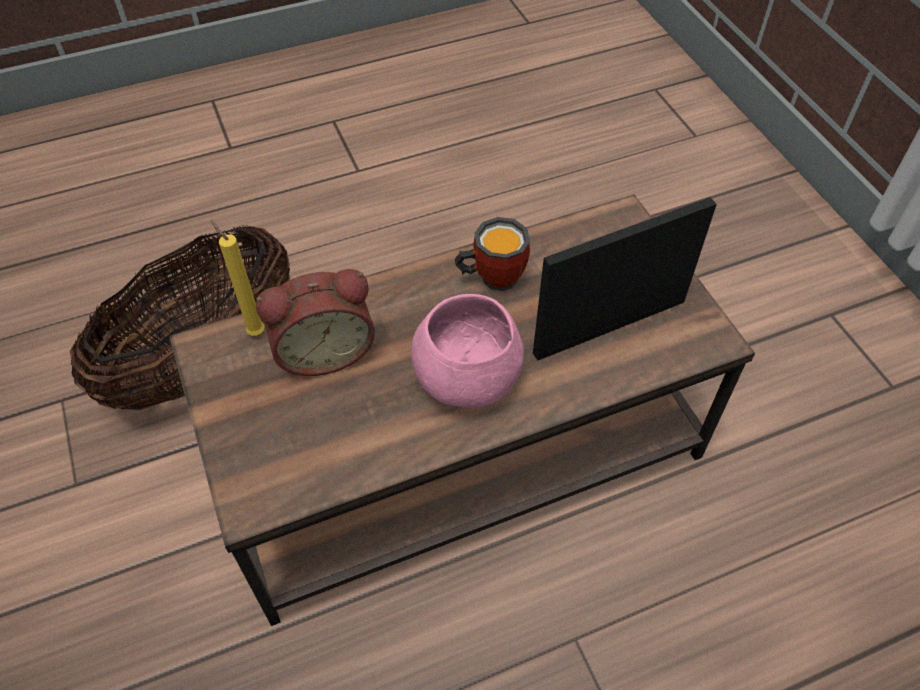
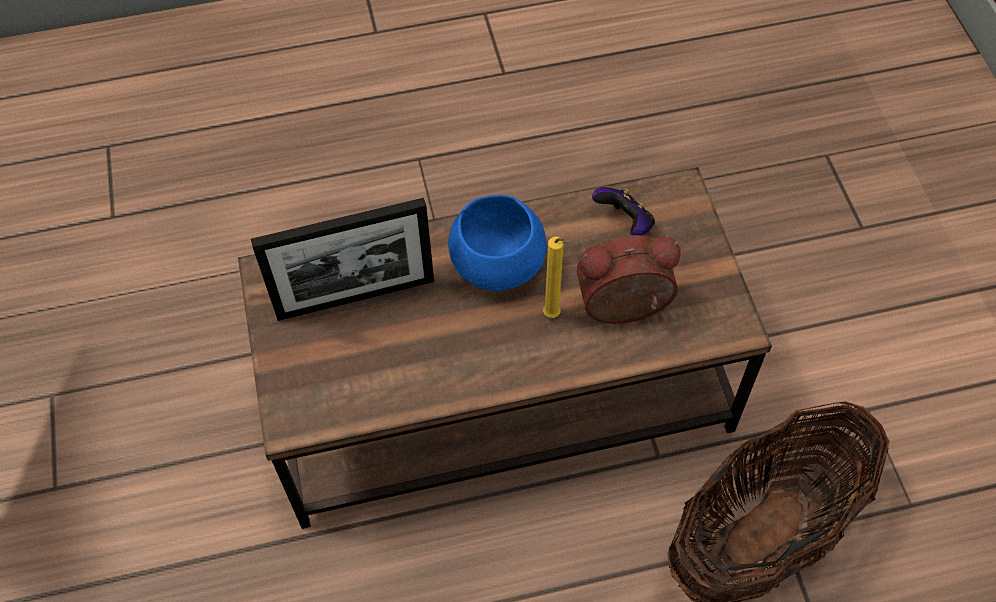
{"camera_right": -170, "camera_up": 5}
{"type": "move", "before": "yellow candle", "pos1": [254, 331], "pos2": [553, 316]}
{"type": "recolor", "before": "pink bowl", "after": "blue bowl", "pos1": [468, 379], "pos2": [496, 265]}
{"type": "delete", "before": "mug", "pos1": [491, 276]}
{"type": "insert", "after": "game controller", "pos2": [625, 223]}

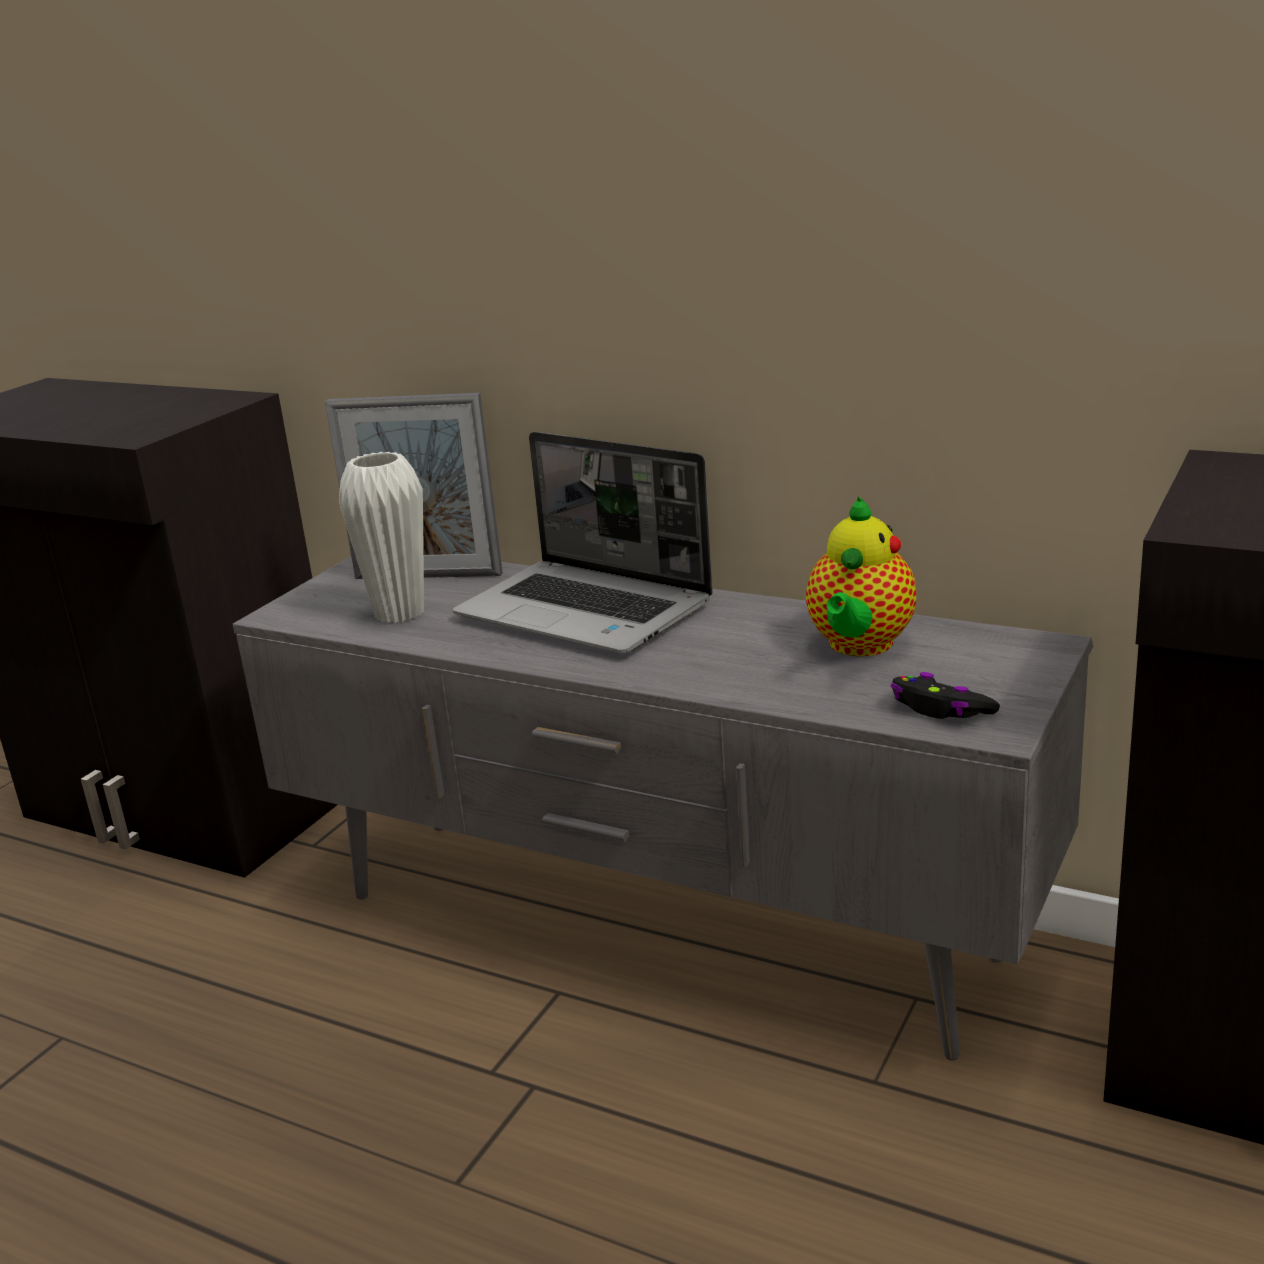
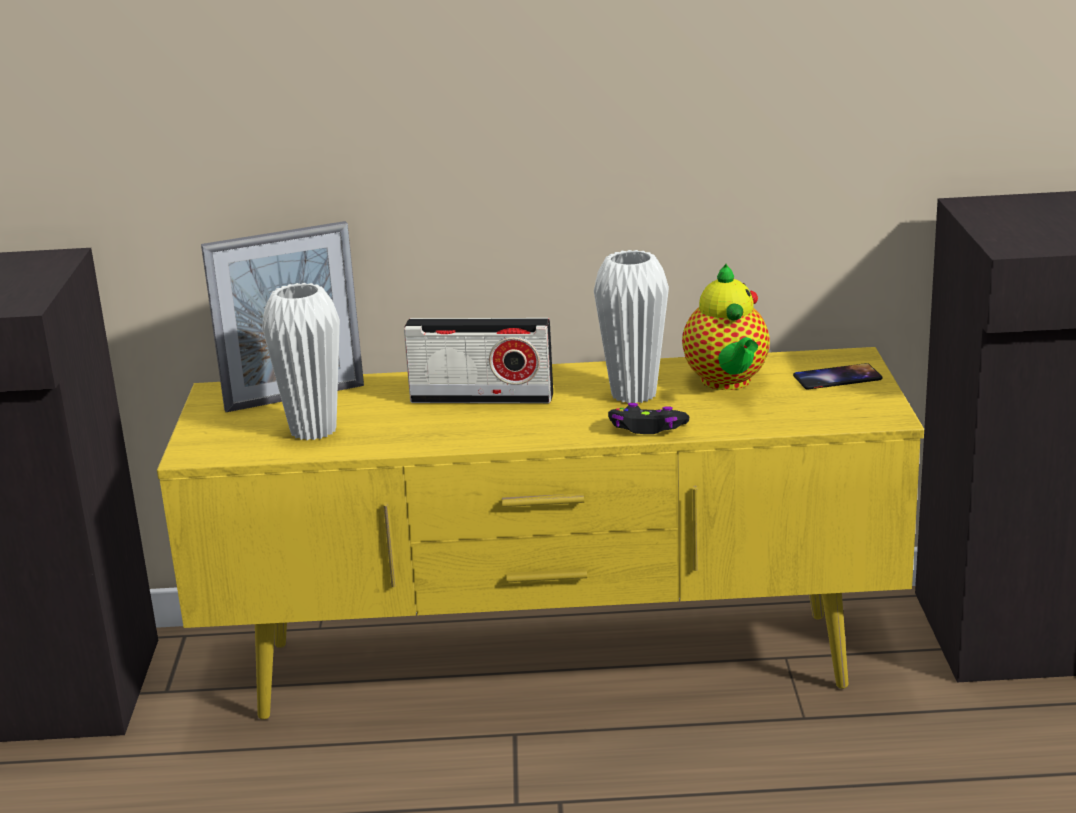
{"camera_right": -30, "camera_up": 0}
{"type": "recolor", "before": "grey tv stand", "after": "yellow tv stand", "pos1": [657, 930], "pos2": [551, 668]}
{"type": "replace", "before": "laptop", "after": "radio", "pos1": [588, 611], "pos2": [482, 398]}
{"type": "move", "before": "black game controller", "pos1": [940, 709], "pos2": [647, 428]}
{"type": "insert", "after": "white vase", "pos2": [633, 394]}
{"type": "insert", "after": "phone", "pos2": [837, 377]}

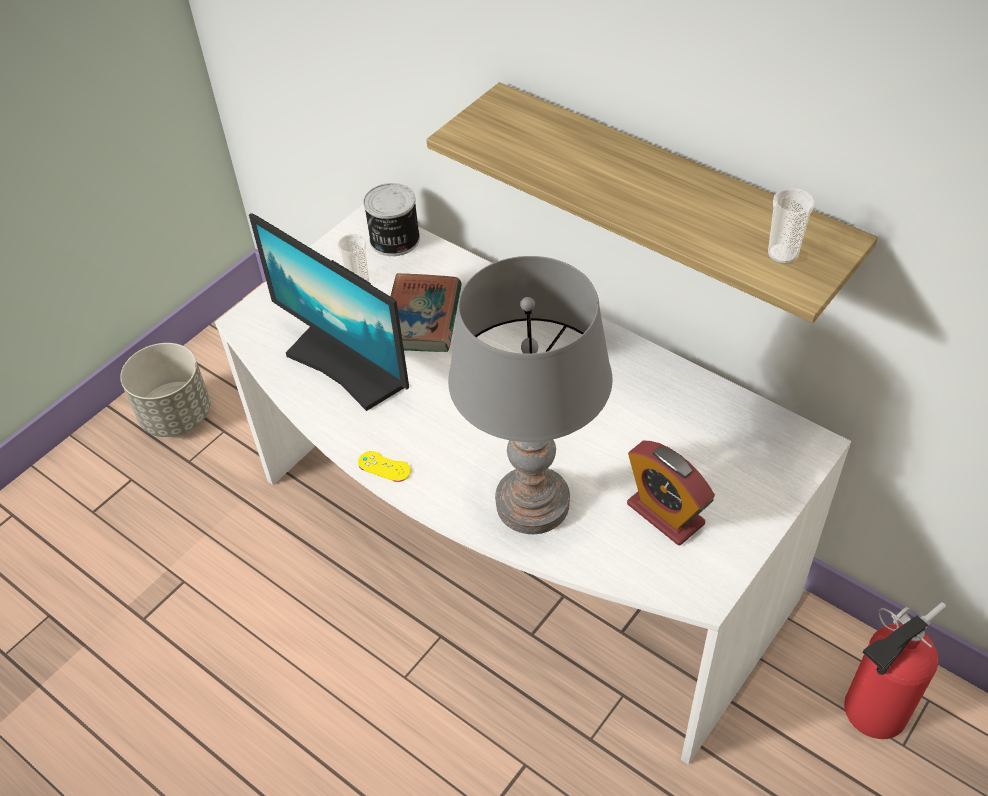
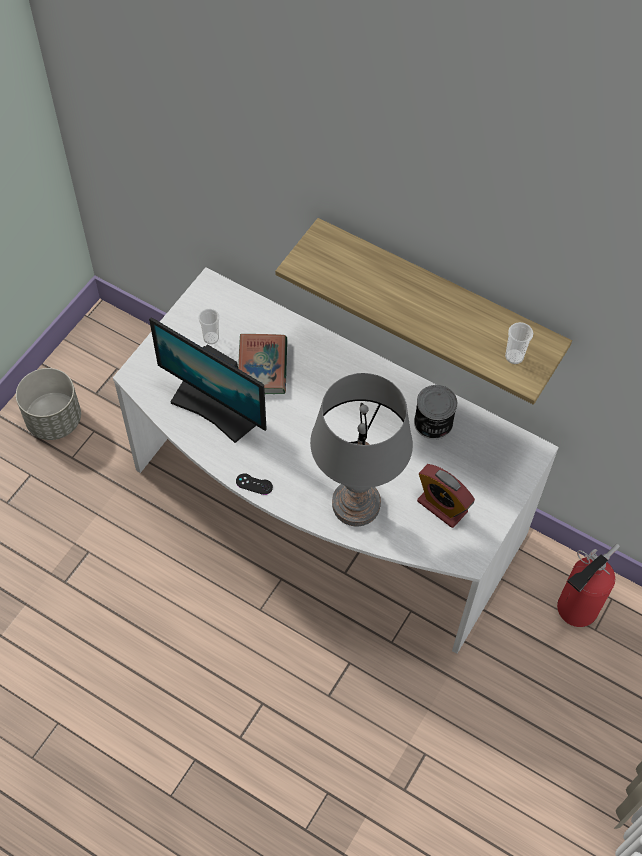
{"camera_right": -10, "camera_up": 10}
{"type": "recolor", "before": "yellow game controller", "after": "black game controller", "pos1": [384, 466], "pos2": [254, 484]}
{"type": "move", "before": "can", "pos1": [394, 240], "pos2": [433, 423]}

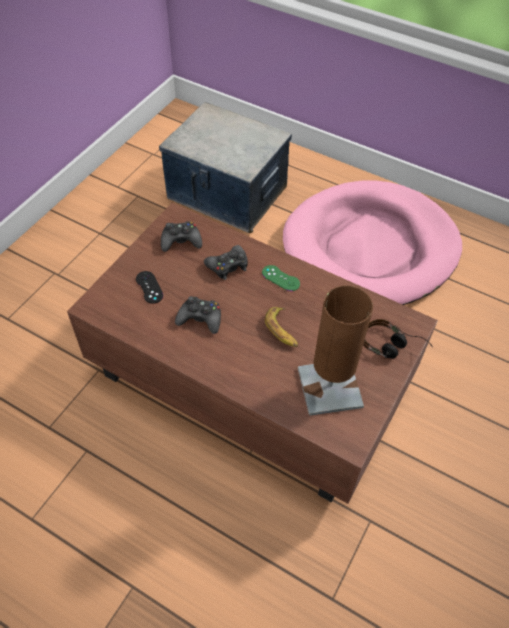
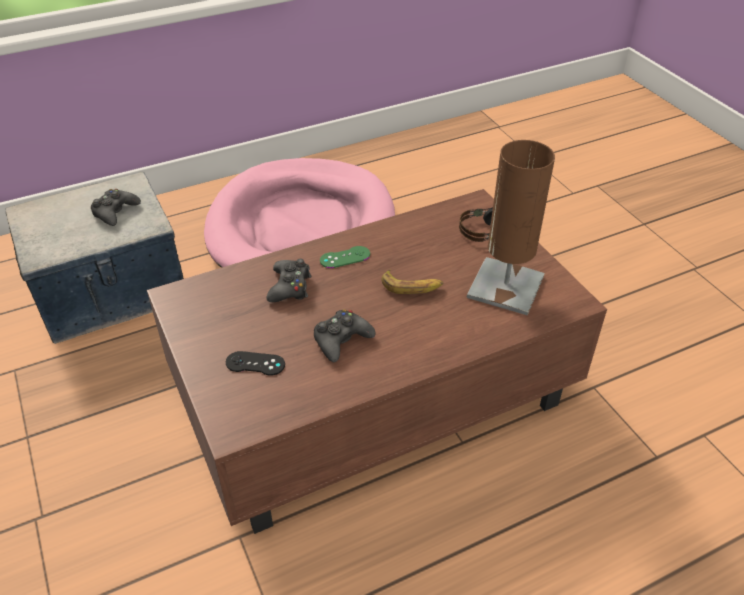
{"camera_right": -55, "camera_up": -10}
{"type": "move", "before": "black game controller", "pos1": [181, 241], "pos2": [115, 212]}

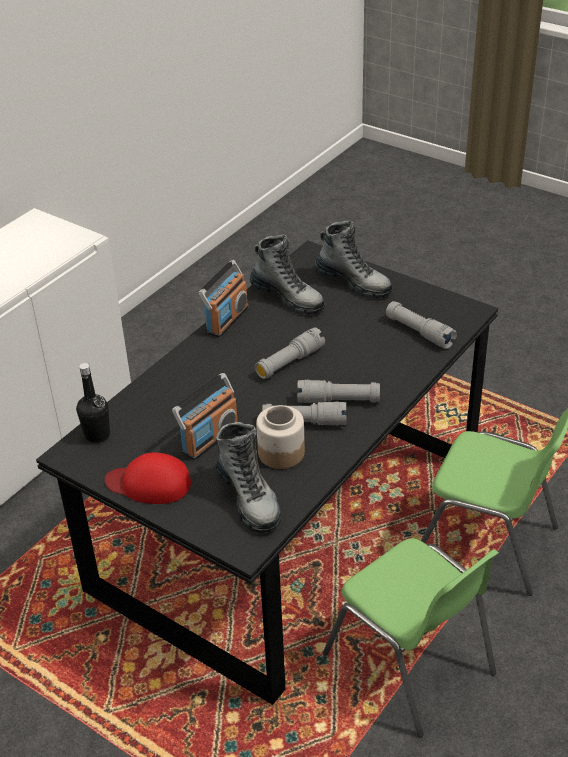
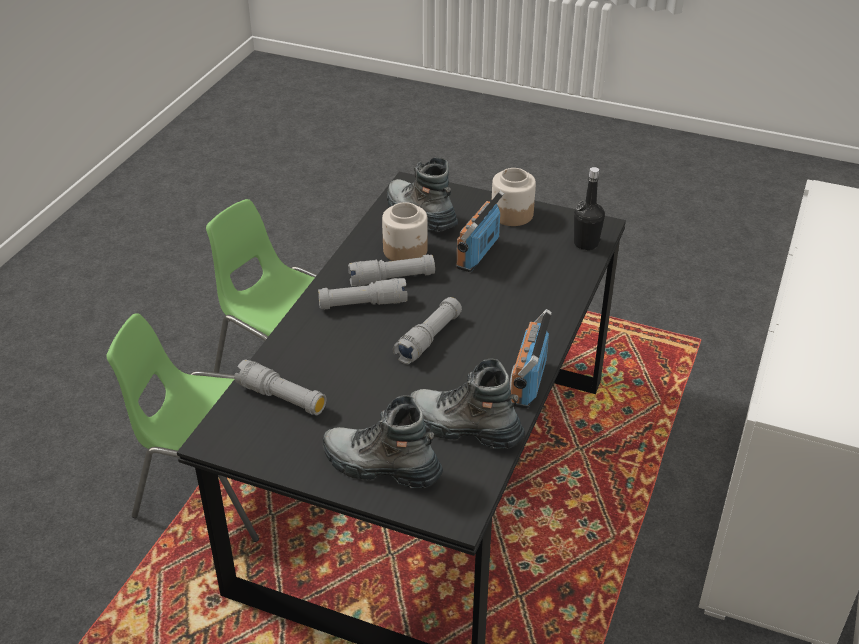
{"camera_right": 165, "camera_up": 0}
{"type": "replace", "before": "red cap", "after": "jar", "pos1": [149, 483], "pos2": [511, 214]}

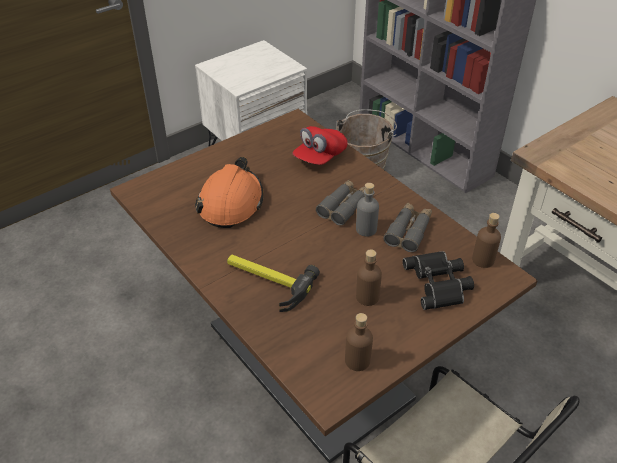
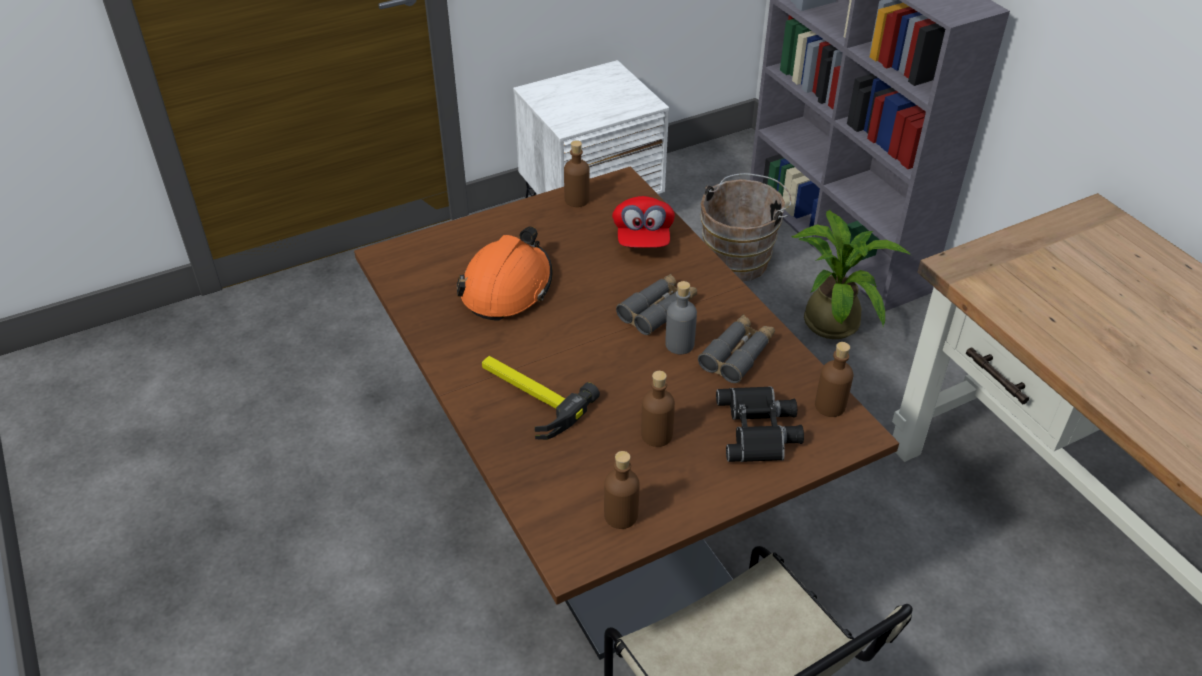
{"camera_right": 10, "camera_up": 0}
{"type": "rotate", "before": "red cap", "pos1": [320, 157], "pos2": [642, 238], "turn": -45}
{"type": "insert", "after": "brown bottle", "pos2": [577, 200]}
{"type": "insert", "after": "potted plant", "pos2": [832, 318]}

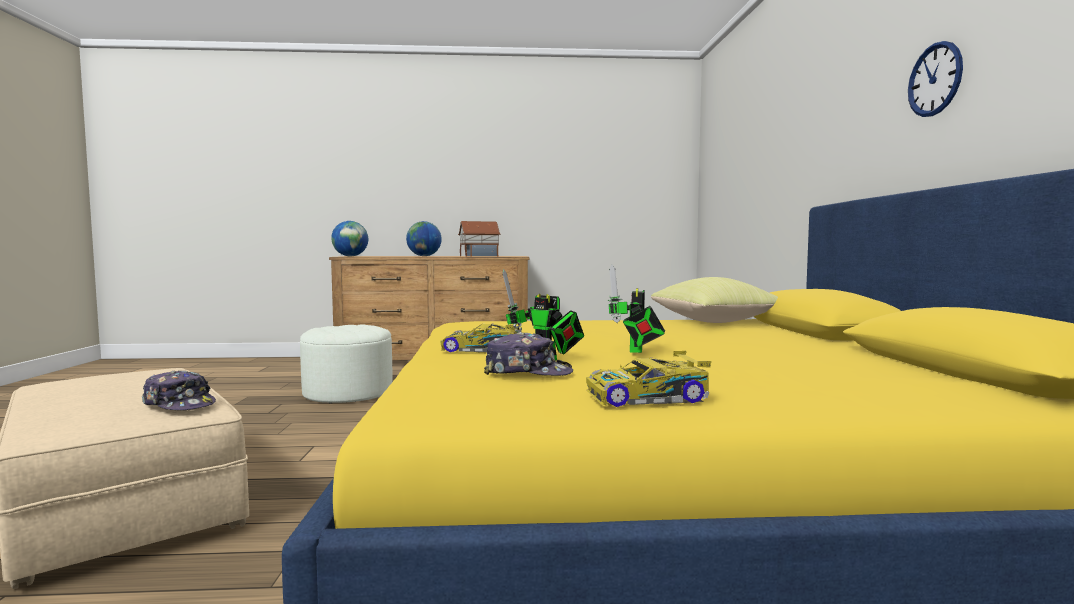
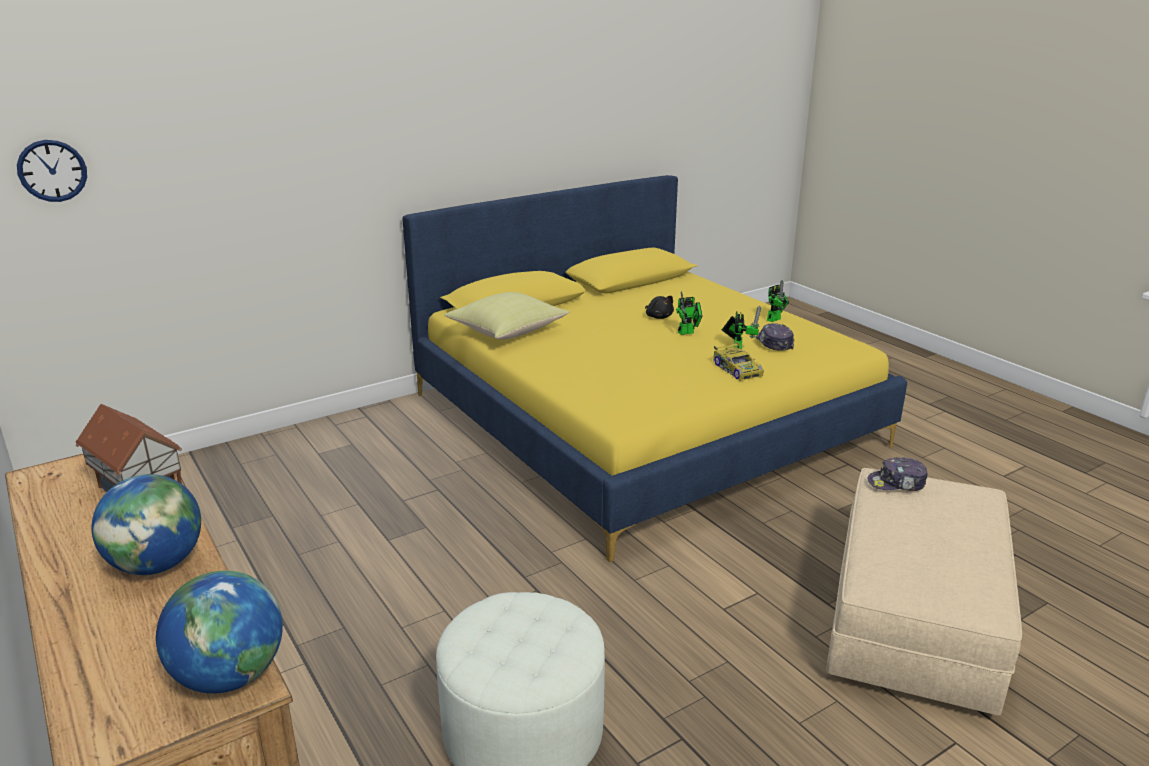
{"camera_right": -120, "camera_up": 20}
{"type": "rotate", "before": "cap", "pos1": [180, 404], "pos2": [897, 483], "turn": -90}
{"type": "replace", "before": "toy car", "after": "toy robot", "pos1": [648, 397], "pos2": [775, 319]}
{"type": "move", "before": "wall clock", "pos1": [935, 79], "pos2": [52, 170]}
{"type": "insert", "after": "black plush toy", "pos2": [658, 317]}

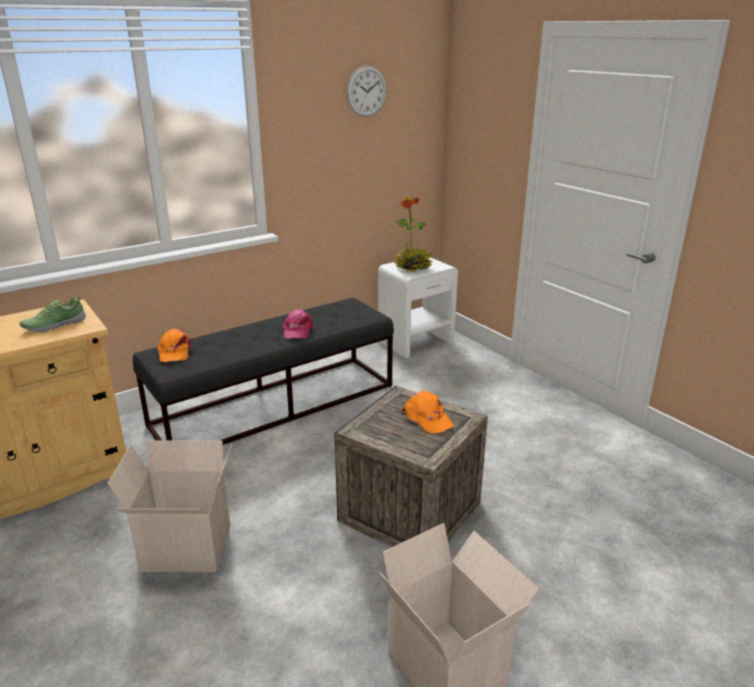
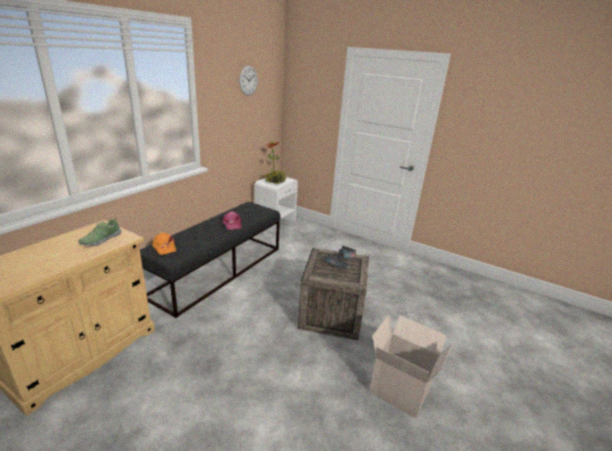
{"camera_right": -25, "camera_up": 0}
{"type": "delete", "before": "cardboard box", "pos1": [184, 550]}
{"type": "replace", "before": "orange cap", "after": "power drill", "pos1": [427, 418], "pos2": [342, 262]}

